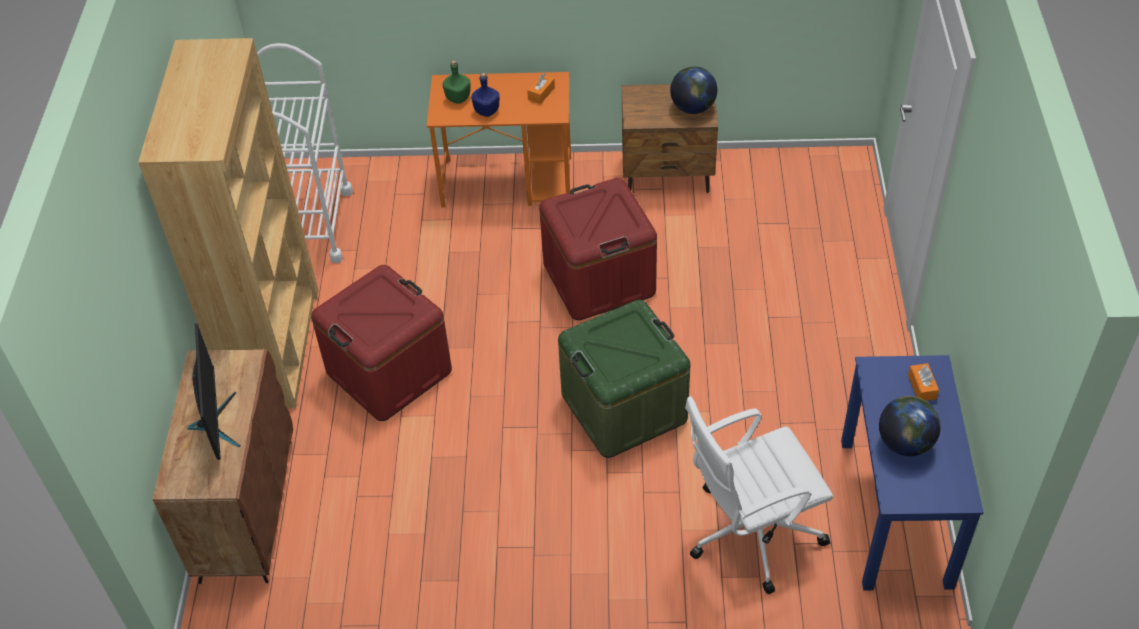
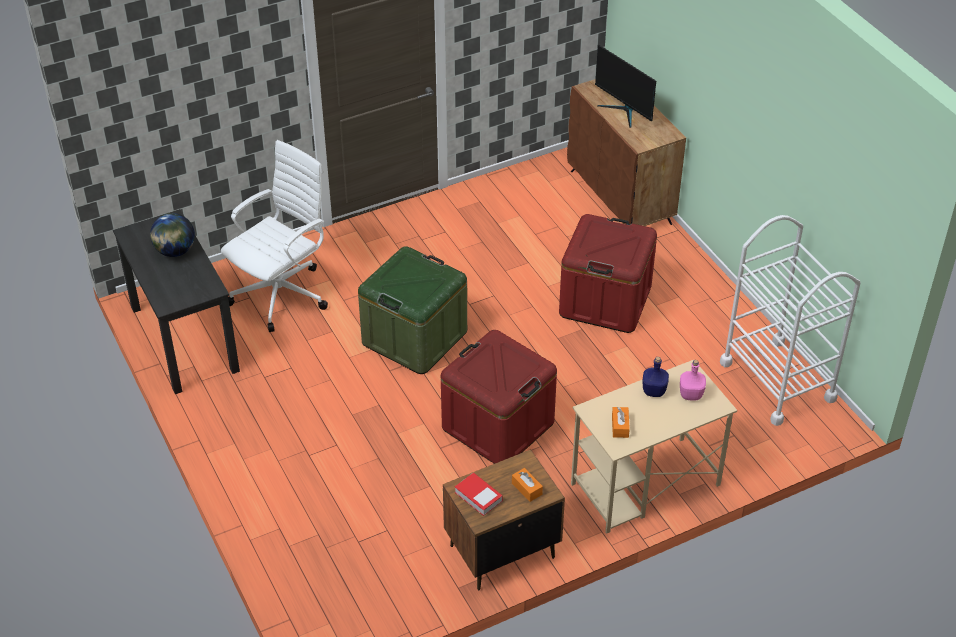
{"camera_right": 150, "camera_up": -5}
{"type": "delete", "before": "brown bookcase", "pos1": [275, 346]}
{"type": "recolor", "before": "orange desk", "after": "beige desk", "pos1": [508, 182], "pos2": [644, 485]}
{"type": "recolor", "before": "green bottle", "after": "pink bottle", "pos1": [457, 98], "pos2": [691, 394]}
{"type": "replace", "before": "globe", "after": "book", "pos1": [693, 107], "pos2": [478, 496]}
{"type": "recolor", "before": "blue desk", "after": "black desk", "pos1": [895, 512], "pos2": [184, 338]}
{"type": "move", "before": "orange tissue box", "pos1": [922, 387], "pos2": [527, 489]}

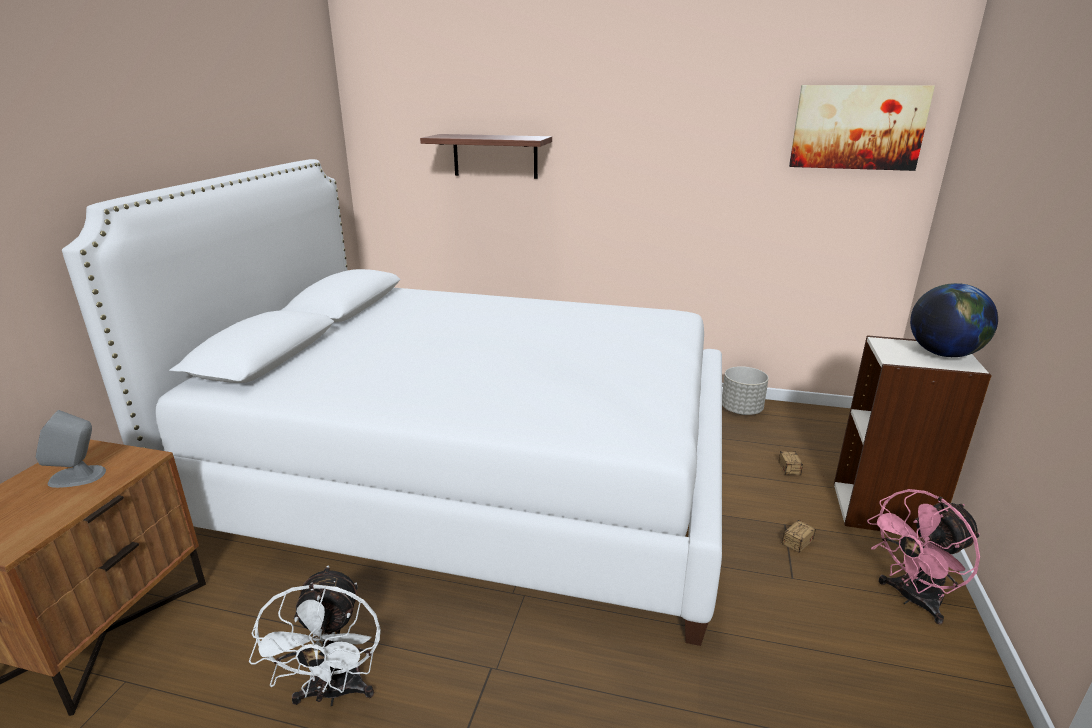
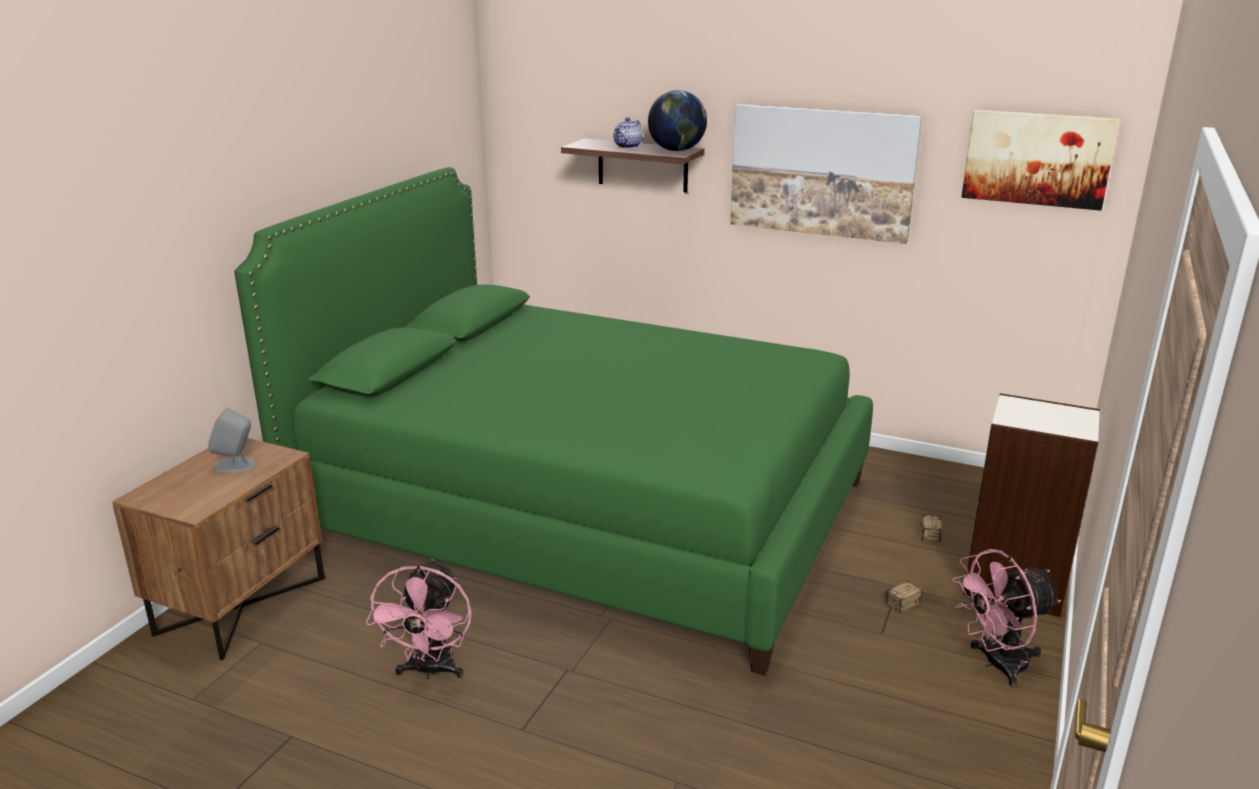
{"camera_right": 10, "camera_up": 0}
{"type": "recolor", "before": "white bed", "after": "green bed", "pos1": [473, 475], "pos2": [585, 509]}
{"type": "recolor", "before": "white fan", "after": "pink fan", "pos1": [334, 693], "pos2": [430, 671]}
{"type": "delete", "before": "grey planter", "pos1": [741, 410]}
{"type": "move", "before": "globe", "pos1": [943, 354], "pos2": [677, 150]}
{"type": "insert", "after": "teapot", "pos2": [628, 146]}
{"type": "insert", "after": "picture", "pos2": [822, 172]}

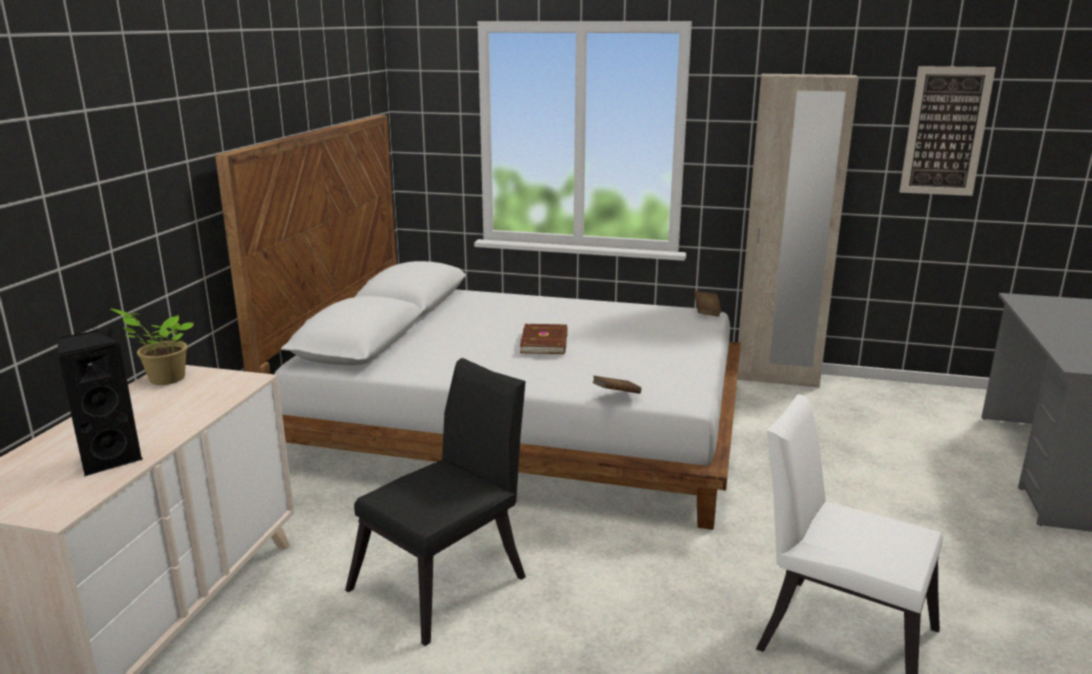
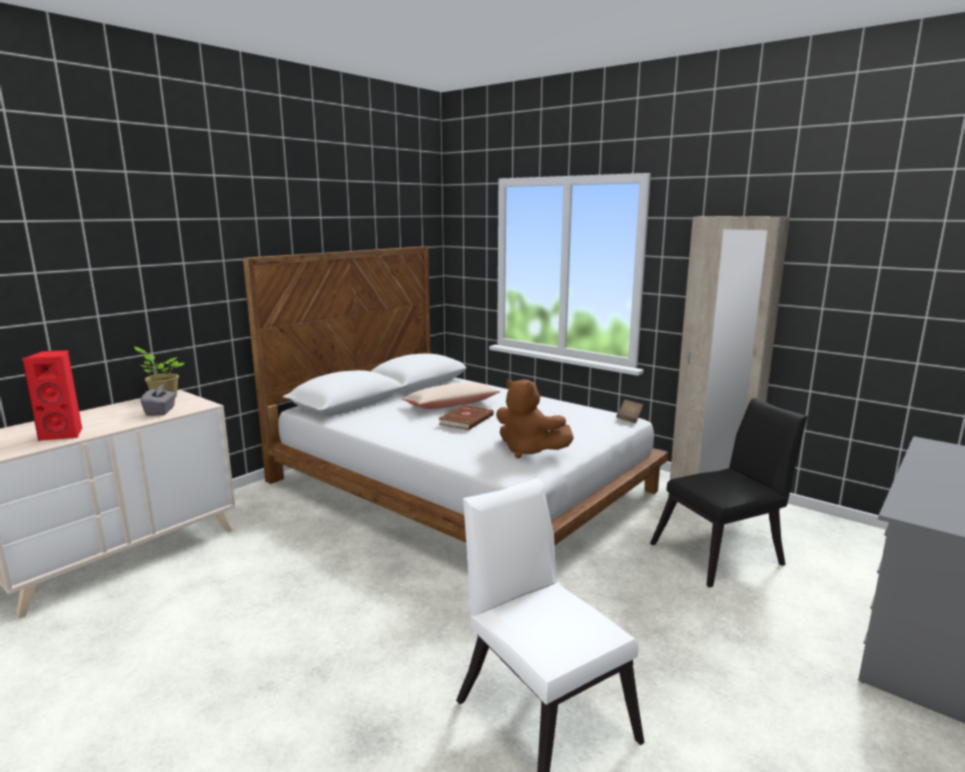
{"camera_right": 25, "camera_up": -5}
{"type": "recolor", "before": "black speaker", "after": "red speaker", "pos1": [109, 459], "pos2": [64, 434]}
{"type": "move", "before": "black chair", "pos1": [447, 579], "pos2": [723, 553]}
{"type": "delete", "before": "brown book", "pos1": [616, 395]}
{"type": "delete", "before": "picture", "pos1": [945, 131]}
{"type": "insert", "after": "grey tissue box", "pos2": [161, 411]}
{"type": "insert", "after": "beige pillow", "pos2": [451, 405]}
{"type": "insert", "after": "brown plush toy", "pos2": [528, 451]}

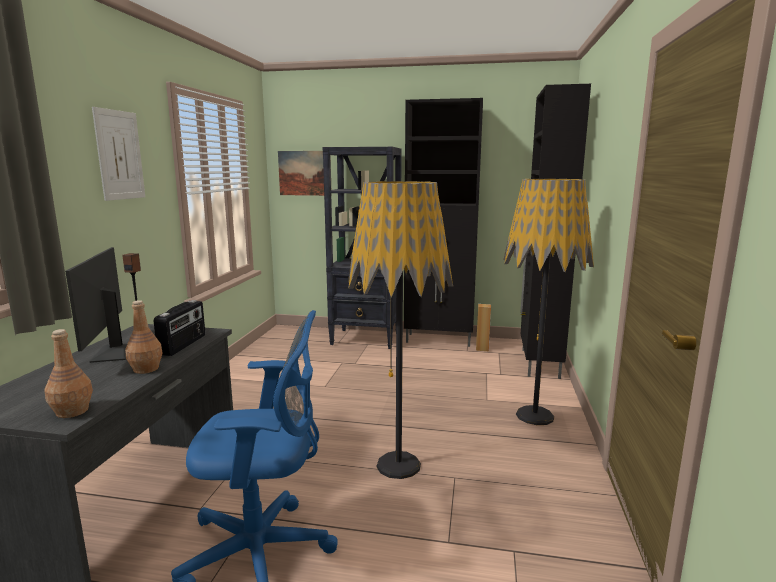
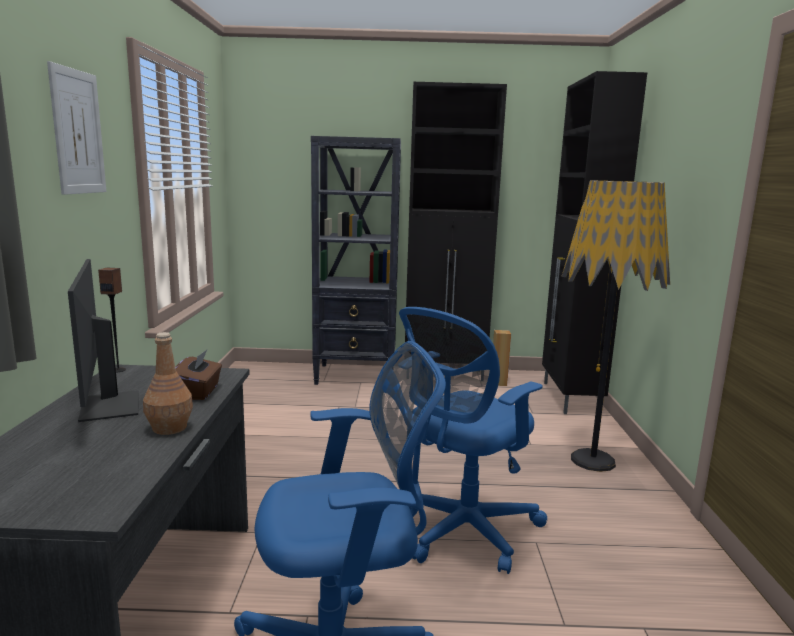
{"camera_right": -10, "camera_up": 0}
{"type": "delete", "before": "brown bottle", "pos1": [73, 411]}
{"type": "replace", "before": "radio", "after": "brown tissue box", "pos1": [183, 345], "pos2": [199, 392]}
{"type": "delete", "before": "picture", "pos1": [304, 173]}
{"type": "replace", "before": "floor lamp", "after": "blue office chair", "pos1": [398, 465], "pos2": [462, 532]}

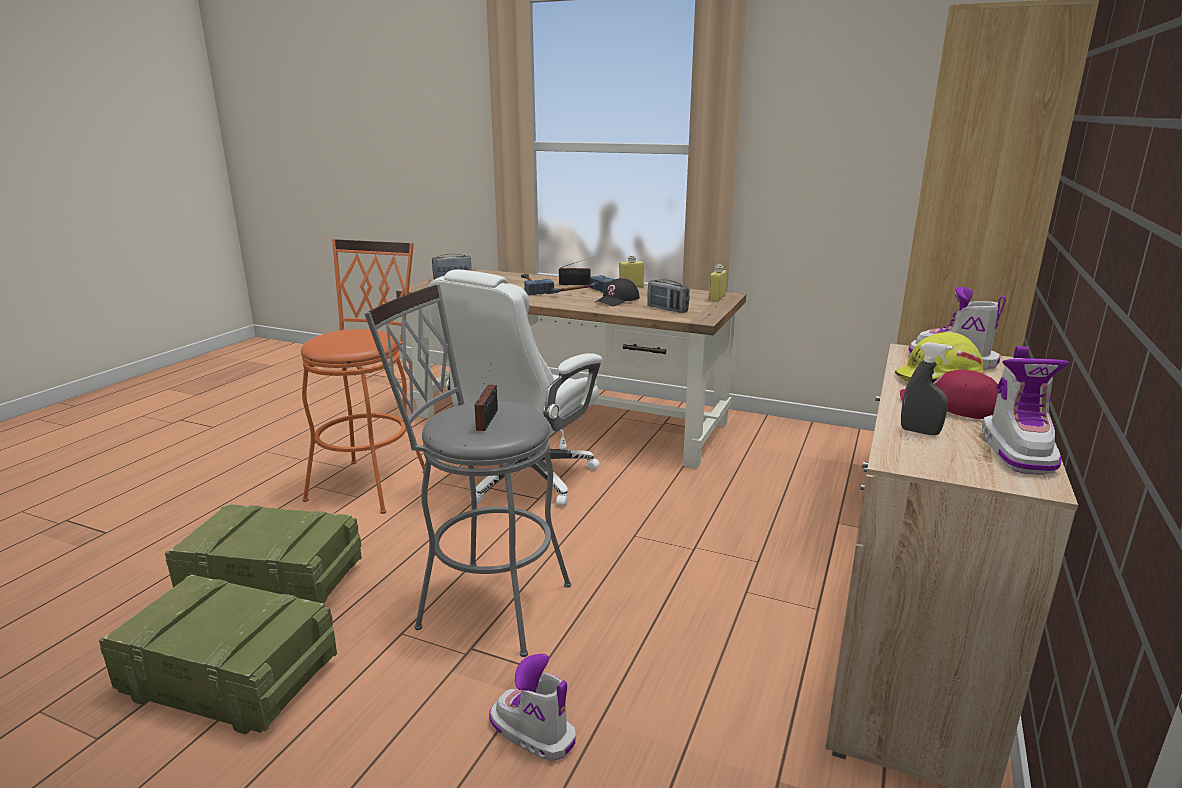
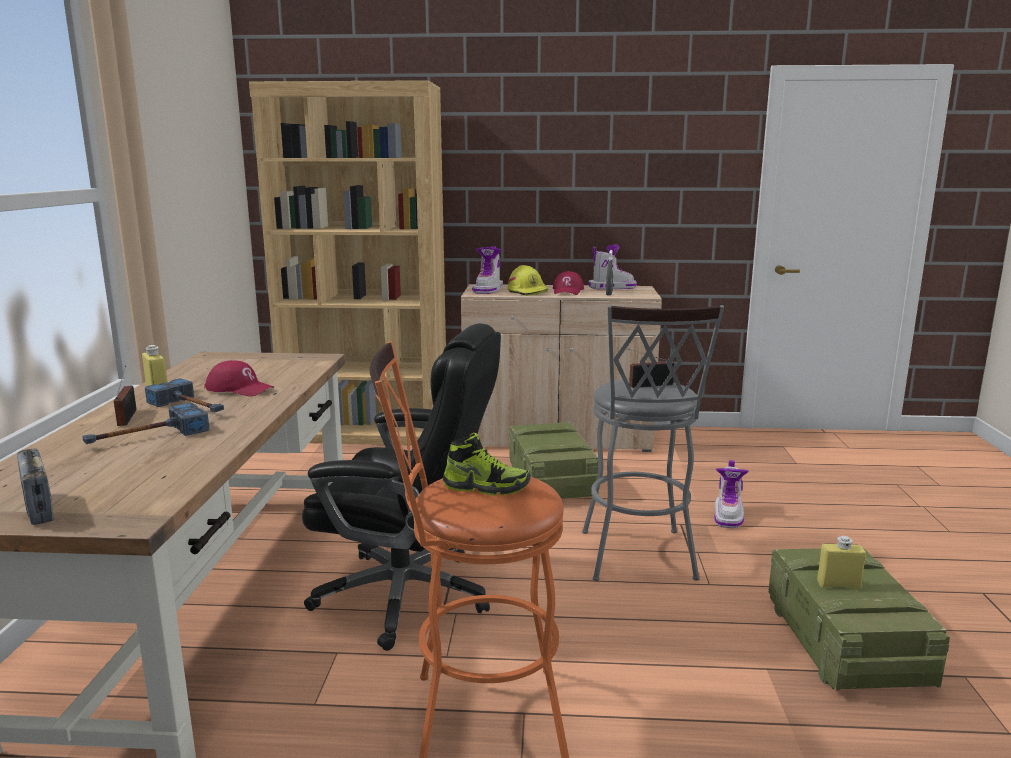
{"camera_right": -110, "camera_up": -5}
{"type": "move", "before": "crate", "pos1": [271, 583], "pos2": [551, 482]}
{"type": "recolor", "before": "white office chair", "after": "black office chair", "pos1": [524, 478], "pos2": [407, 595]}
{"type": "recolor", "before": "black cap", "after": "red cap", "pos1": [617, 300], "pos2": [239, 389]}
{"type": "delete", "before": "radio", "pos1": [667, 309]}
{"type": "move", "before": "yellow bottle", "pos1": [717, 298], "pos2": [838, 585]}
{"type": "insert", "after": "shoe", "pos2": [486, 487]}

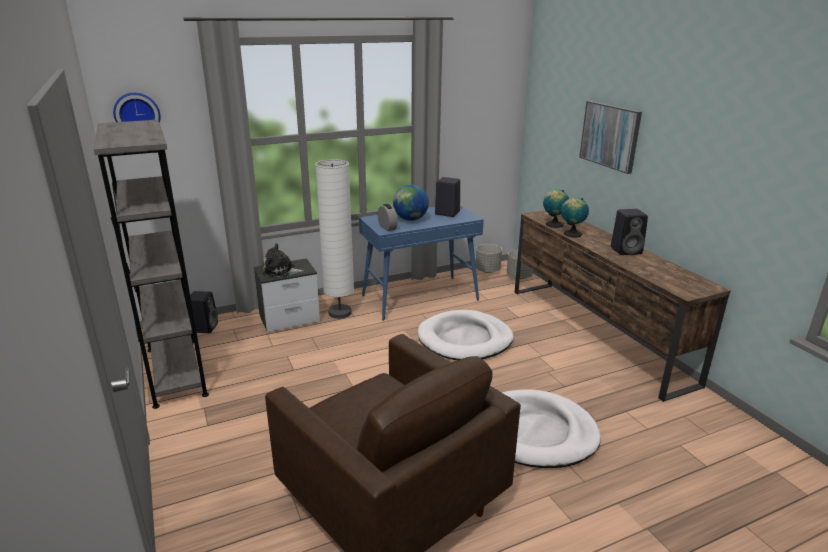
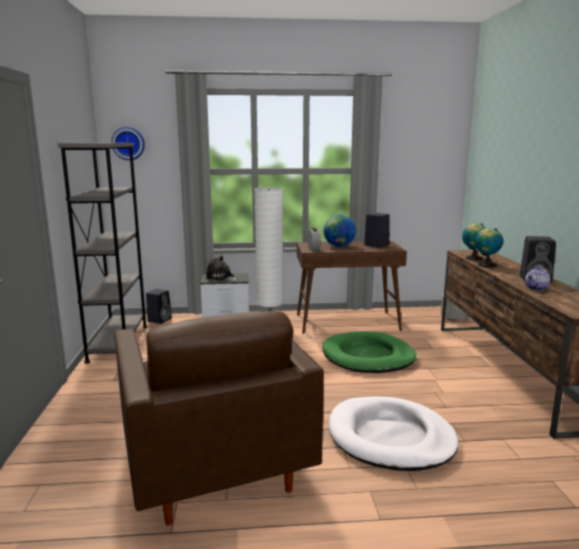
{"camera_right": 20, "camera_up": -10}
{"type": "recolor", "before": "blue console table", "after": "brown console table", "pos1": [420, 297], "pos2": [347, 322]}
{"type": "recolor", "before": "white dog bed", "after": "green dog bed", "pos1": [465, 339], "pos2": [368, 357]}
{"type": "delete", "before": "grey planter", "pos1": [487, 270]}
{"type": "delete", "before": "picture", "pos1": [610, 136]}
{"type": "insert", "after": "teapot", "pos2": [536, 288]}

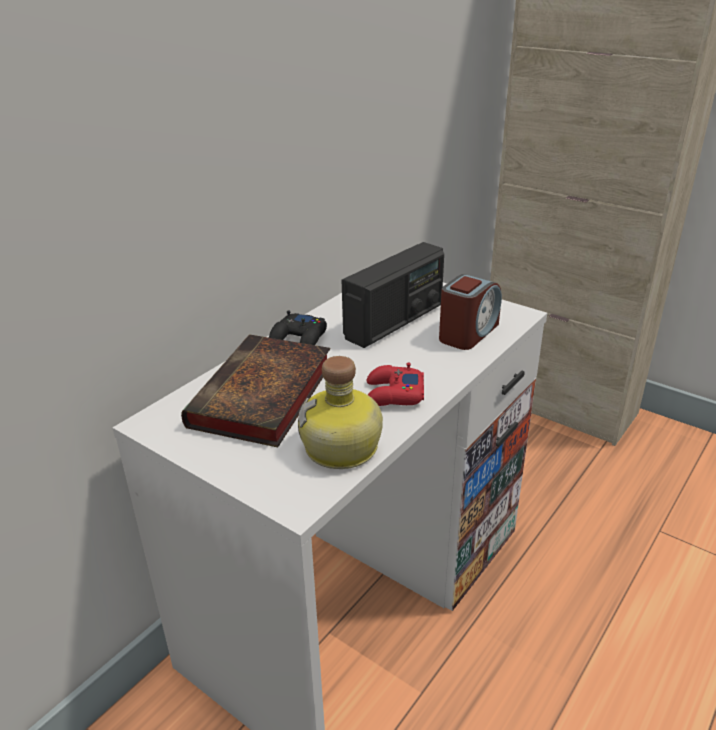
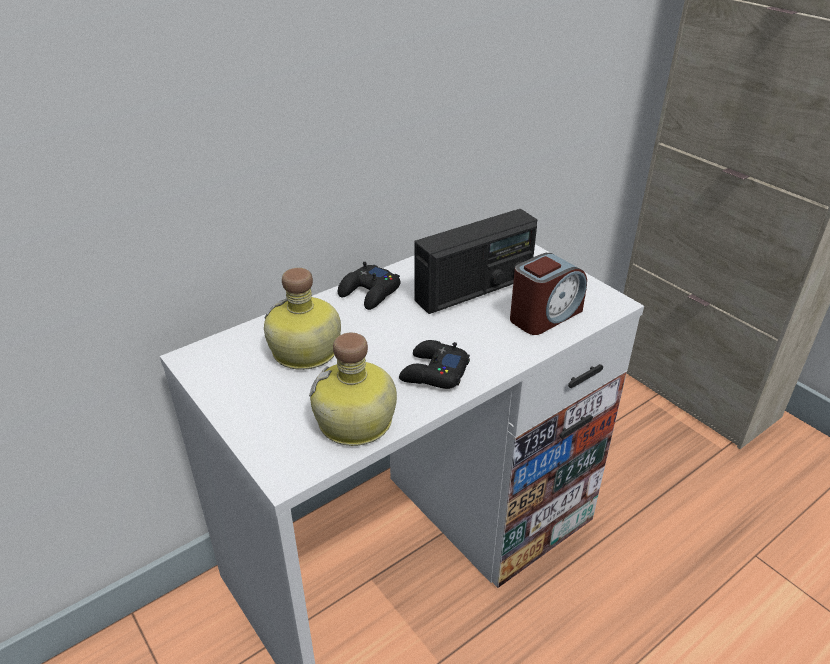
{"camera_right": 15, "camera_up": 5}
{"type": "replace", "before": "book", "after": "bottle", "pos1": [262, 398], "pos2": [305, 352]}
{"type": "recolor", "before": "red game controller", "after": "black game controller", "pos1": [393, 394], "pos2": [433, 372]}

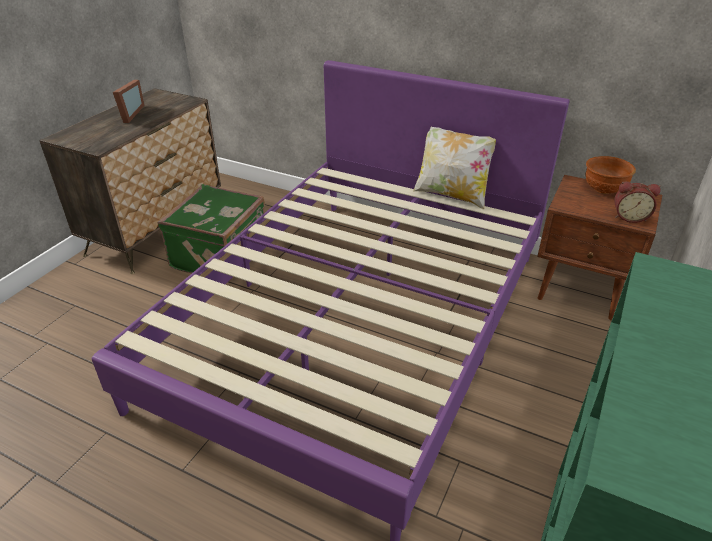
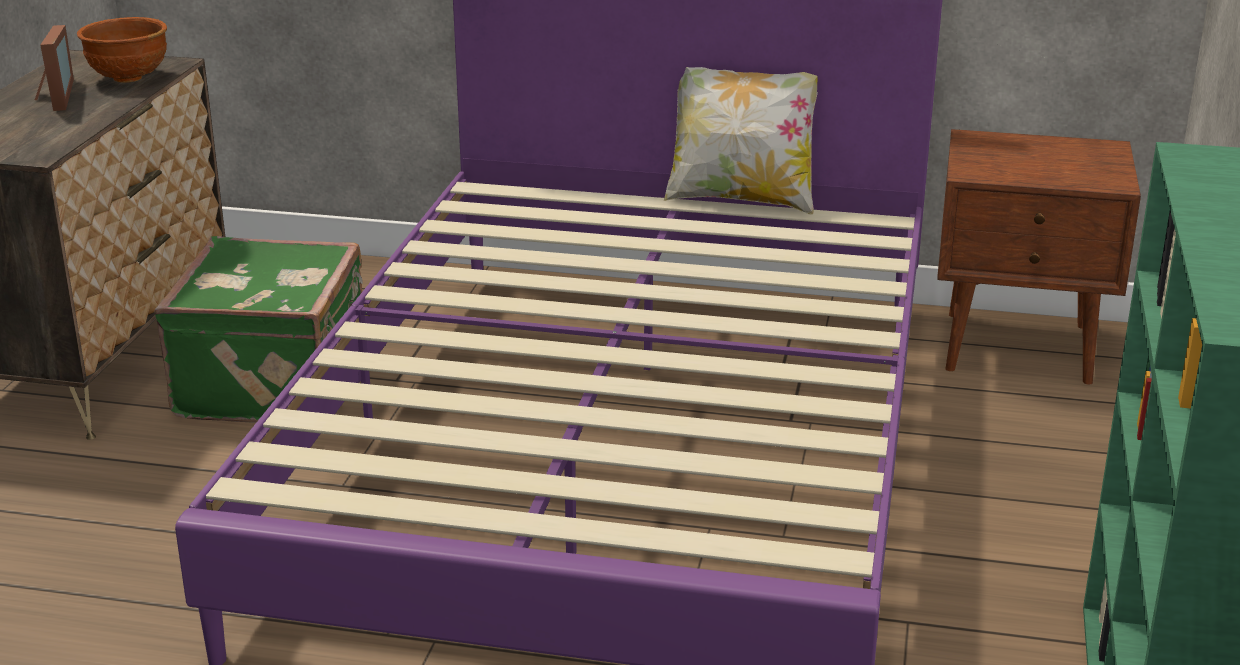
{"camera_right": -15, "camera_up": -10}
{"type": "move", "before": "brown bowl", "pos1": [603, 190], "pos2": [128, 78]}
{"type": "delete", "before": "alarm clock", "pos1": [629, 217]}

